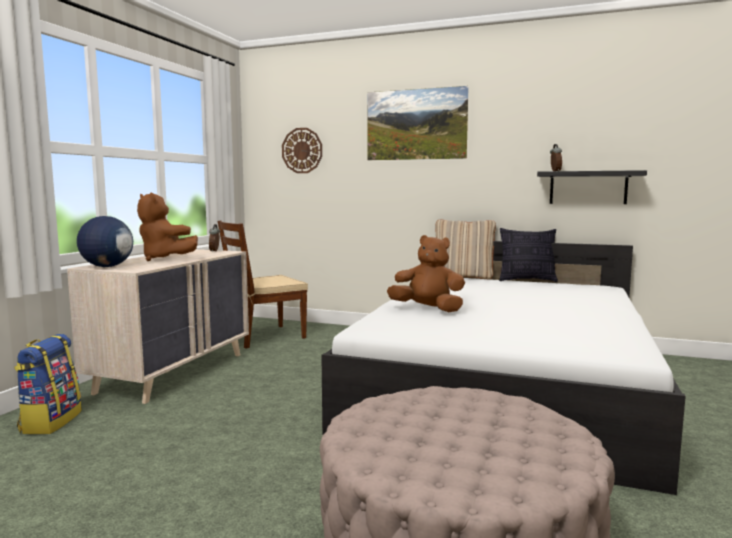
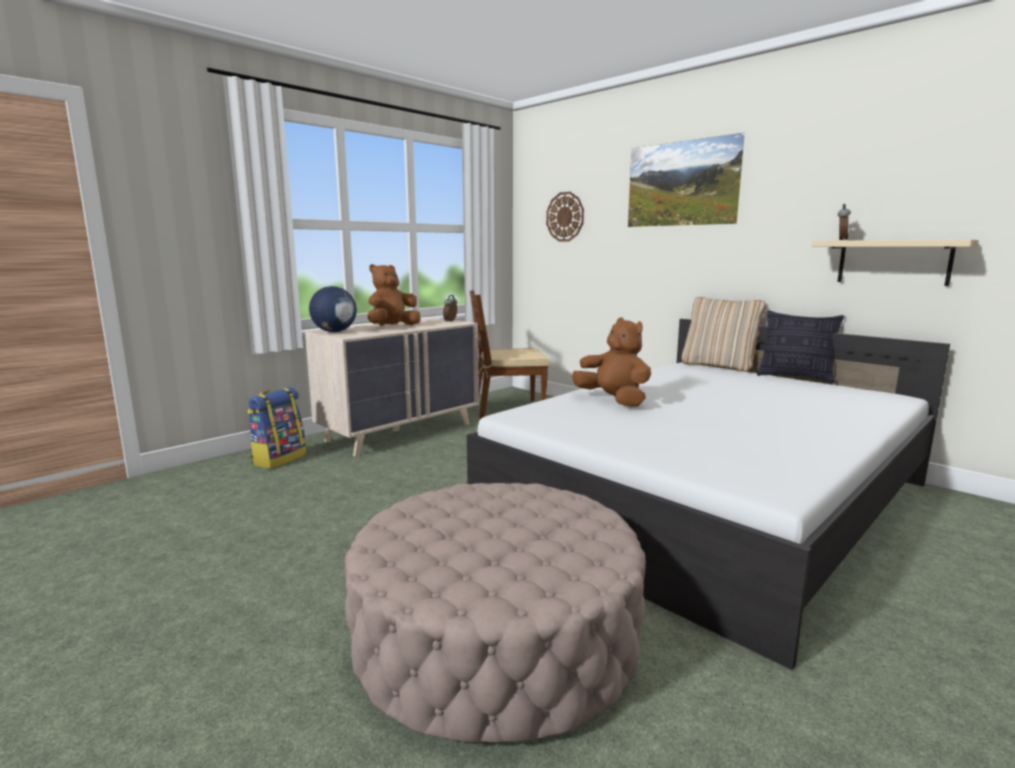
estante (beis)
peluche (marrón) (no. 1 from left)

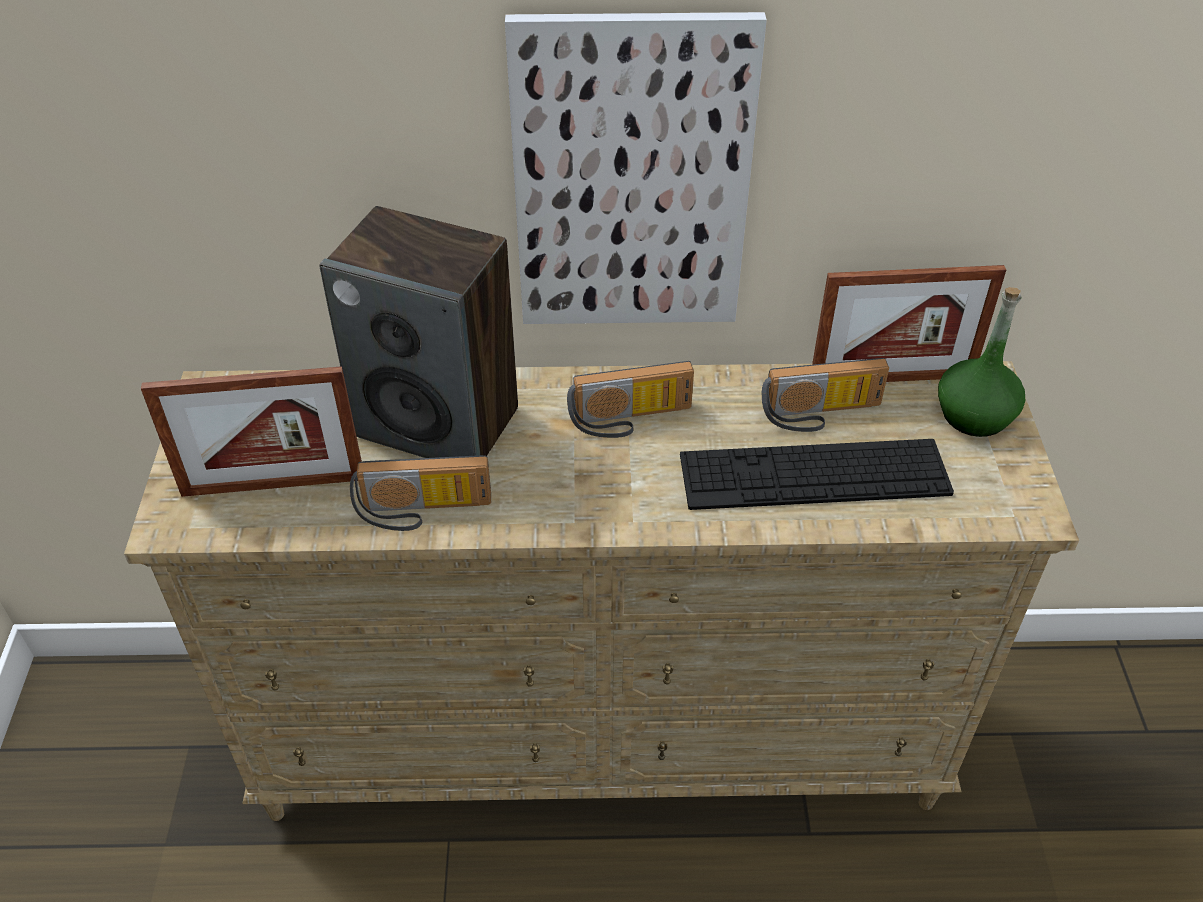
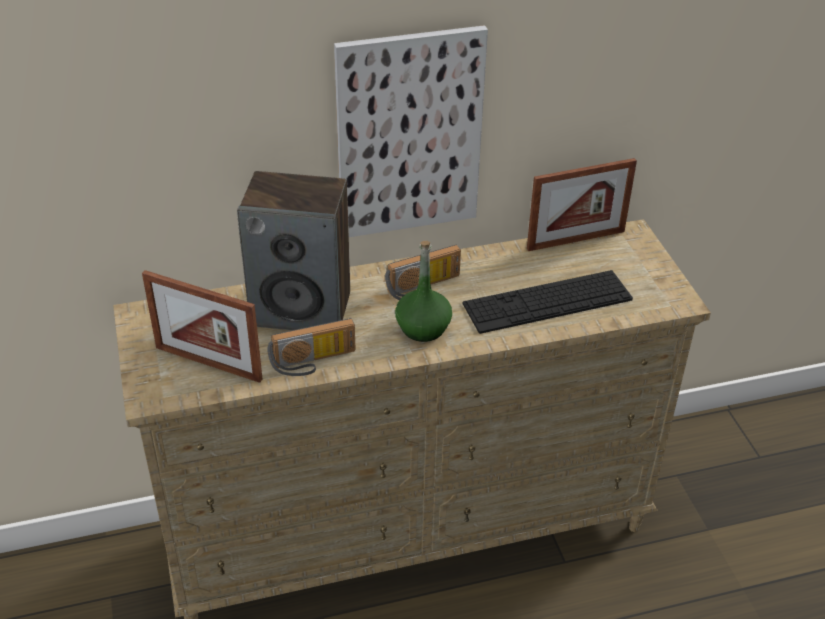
botella (verde)
radio (no. 3 from left in the first image)
portarretratos (no. 1 from left)

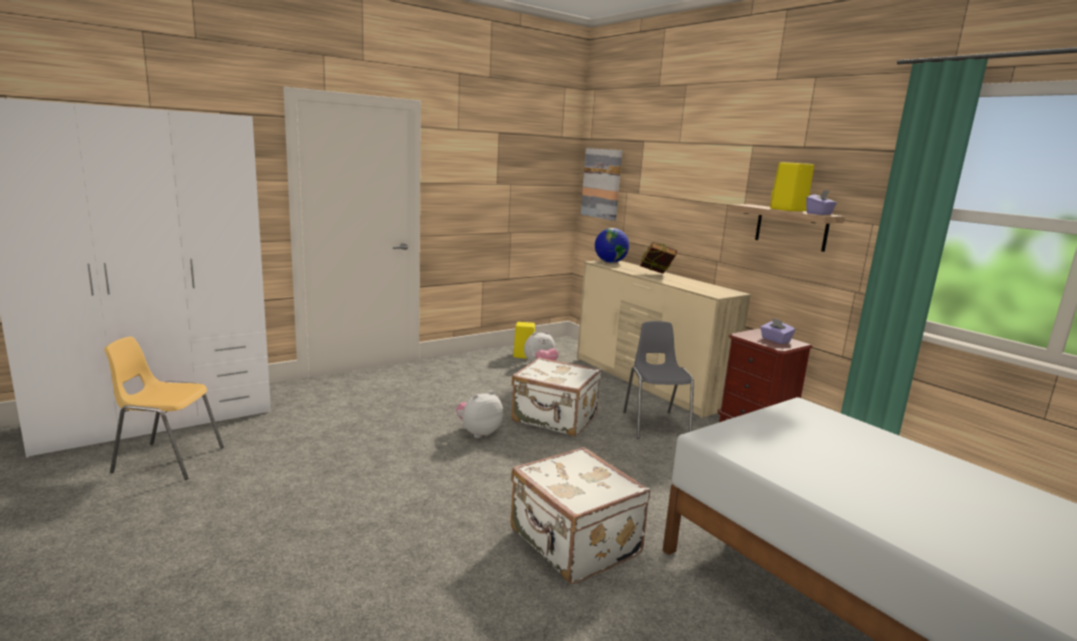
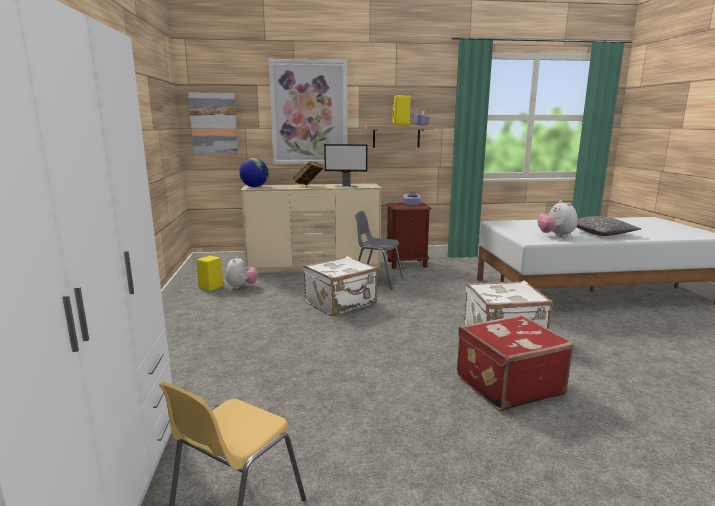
peluche (no. 2 from left)
cuadro (no. 2 from left)
monitor
cojín
maleta (rojo)

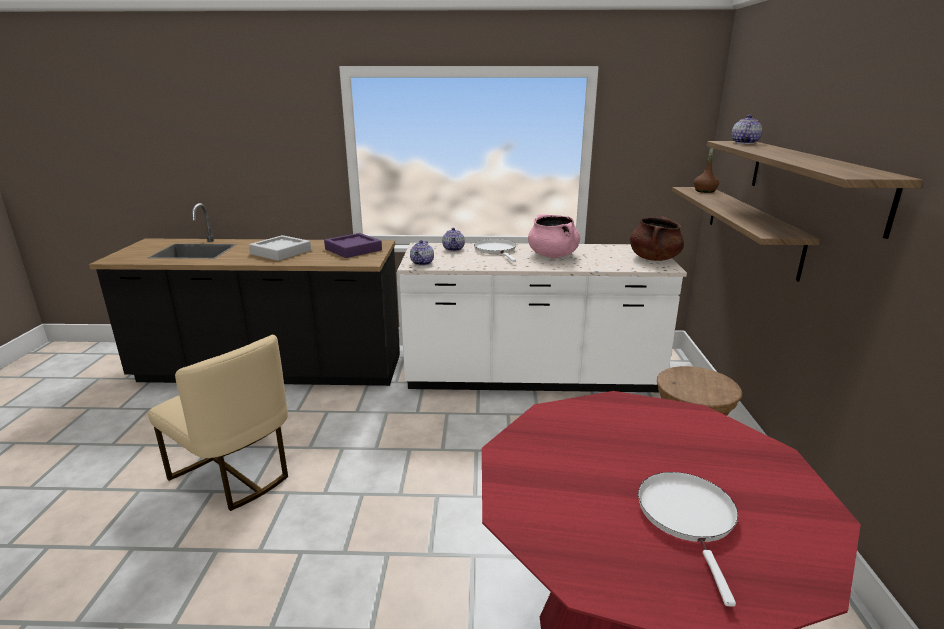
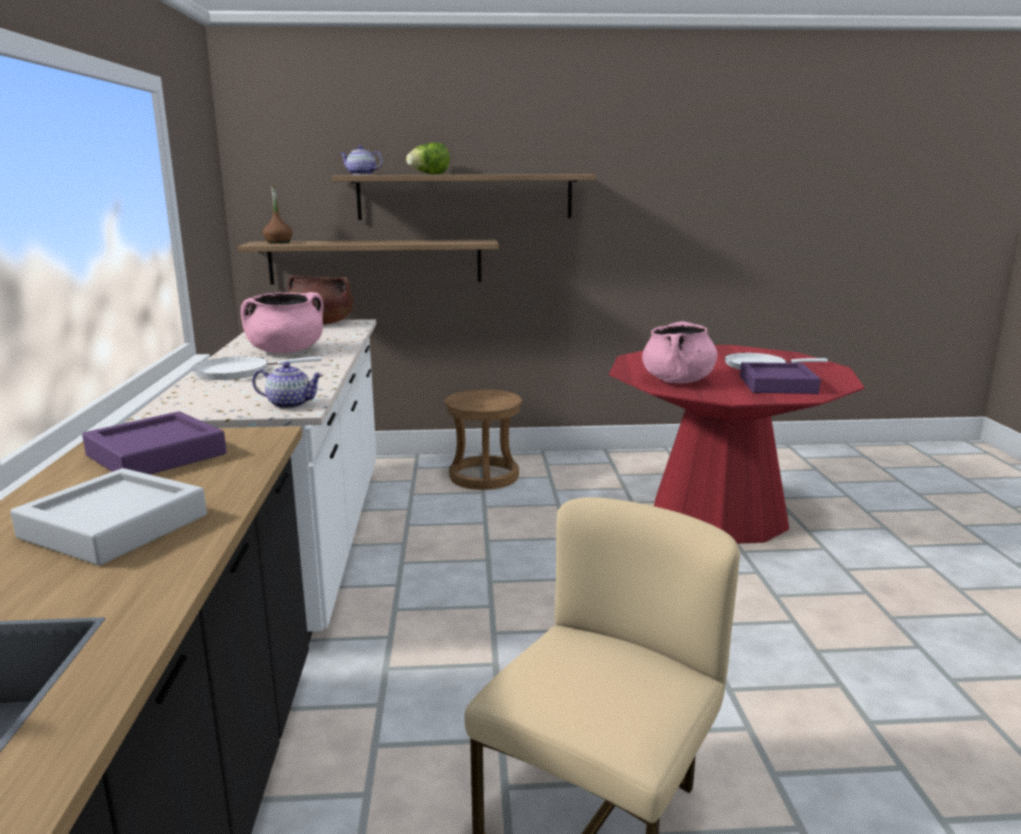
tetera (no. 2 from left in the first image)
lechuga
olla (rosa) (no. 2 from left)
bandeja (morado) (no. 2 from left)

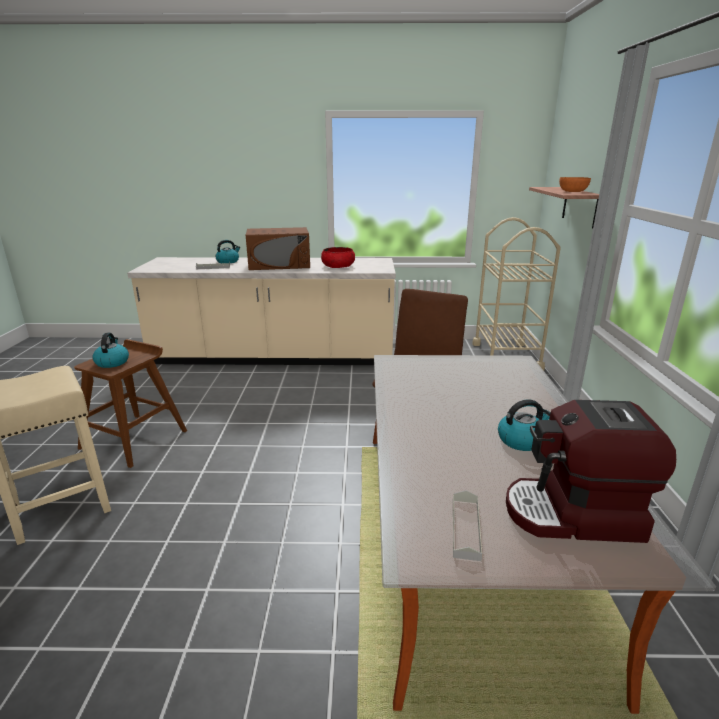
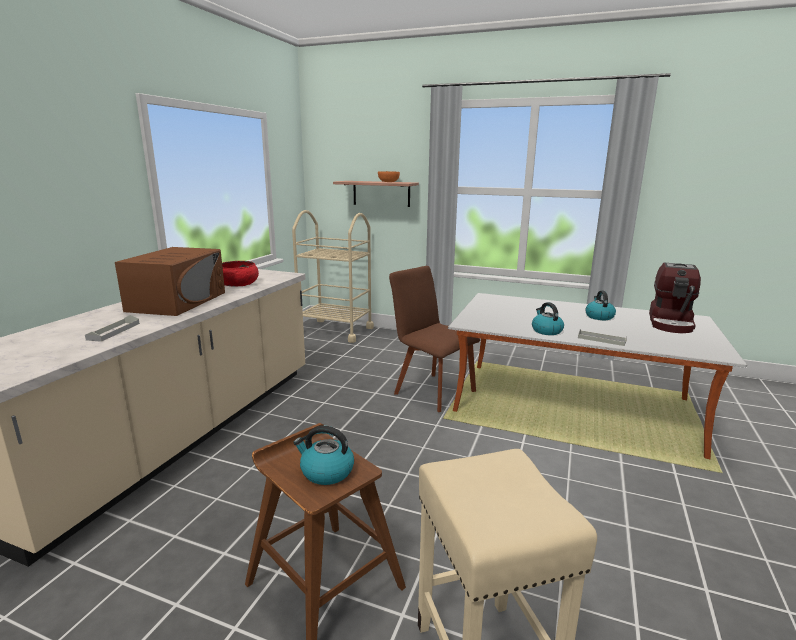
hervidor (no. 2 from left)
bandeja (gris) (no. 2 from left)

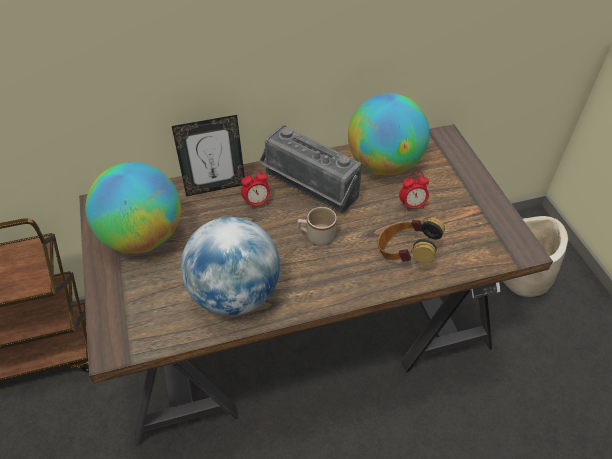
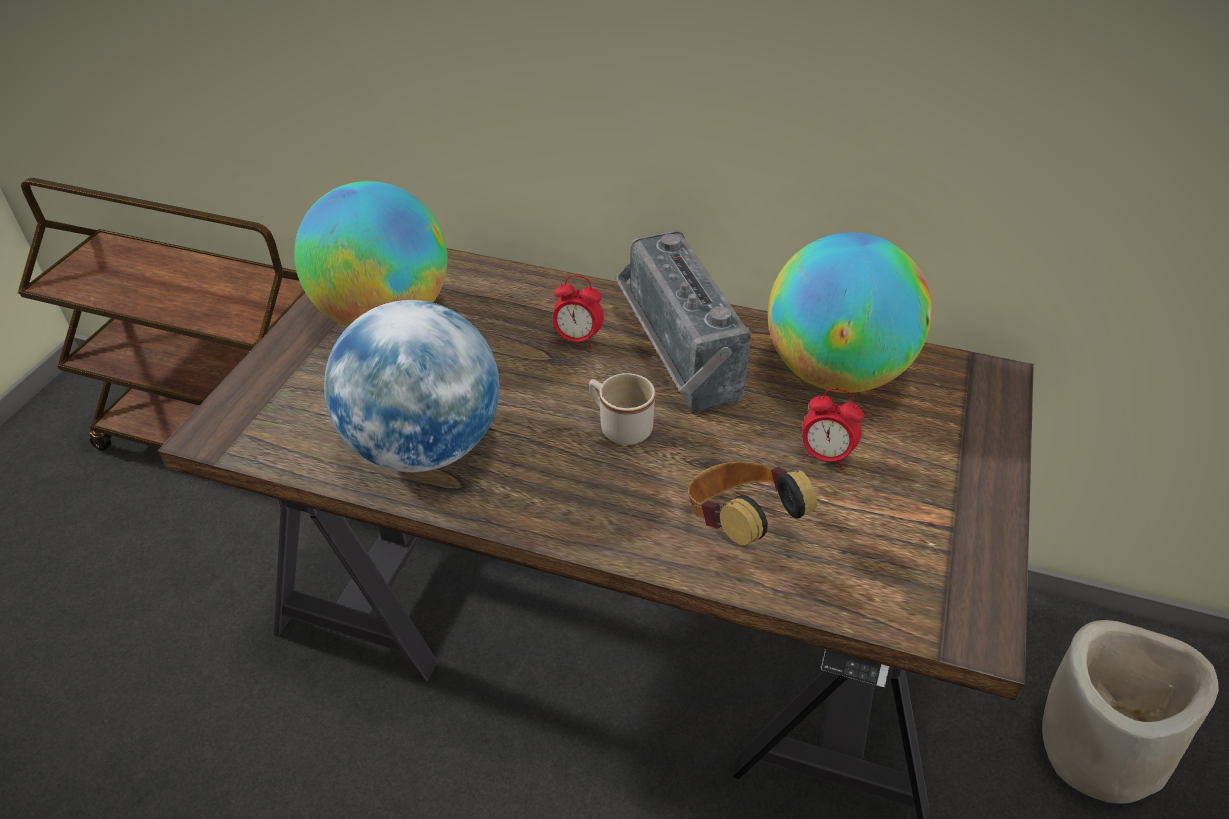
portarretratos

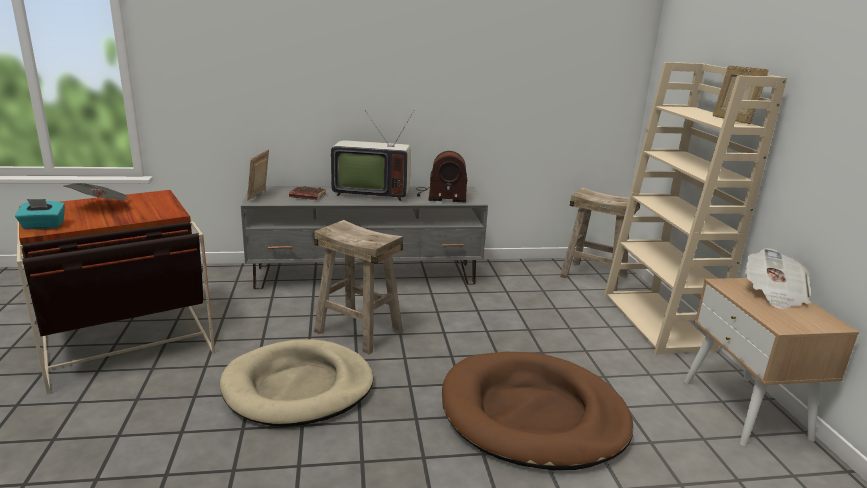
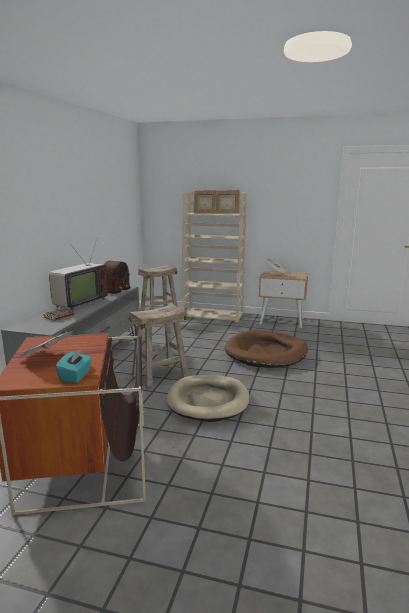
portarretratos (no. 1 from left)

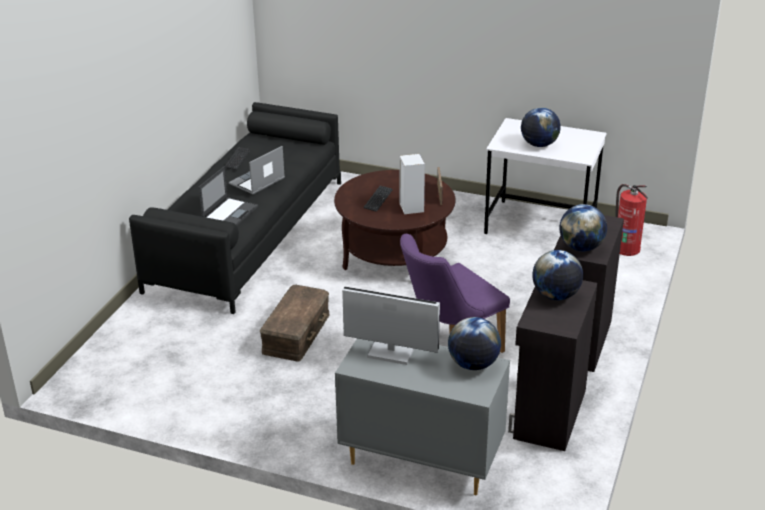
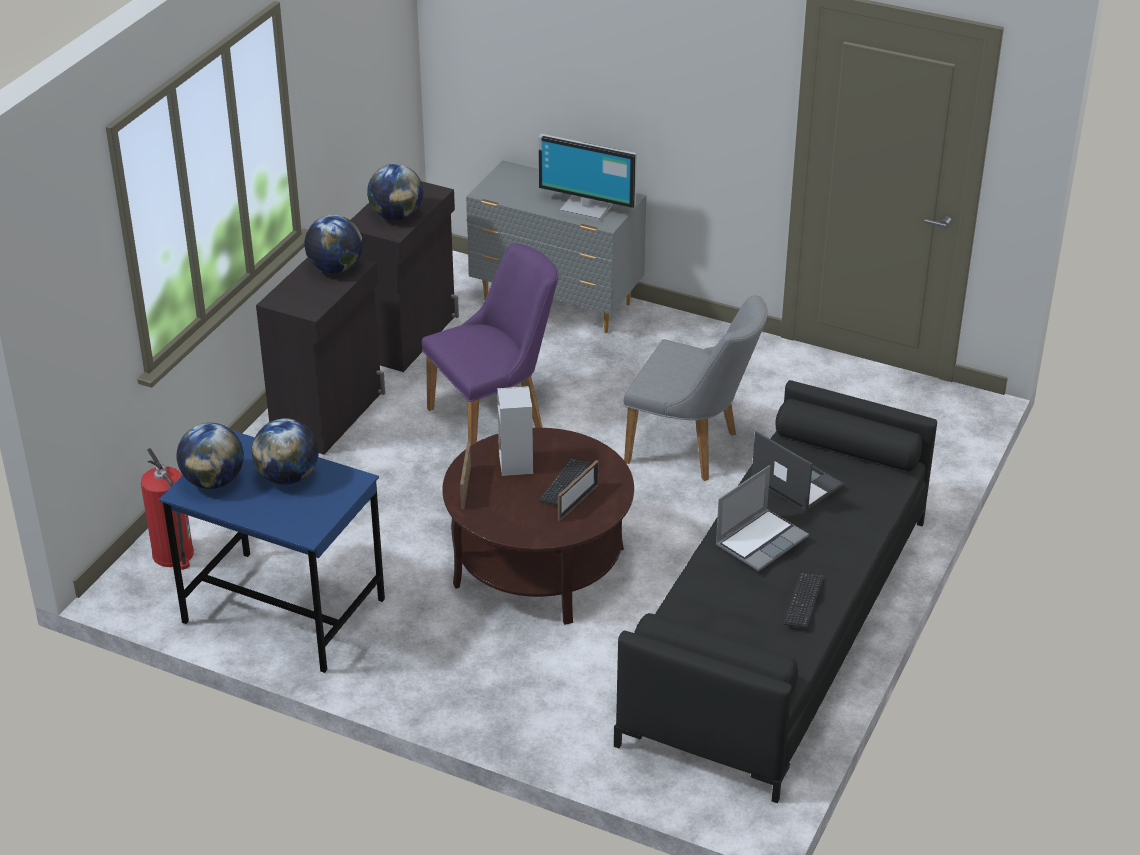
escritorio (azul)
portátil (no. 2 from left)
silla (gris)
globo terráqueo (no. 1 from left)
portarretratos (no. 2 from left)

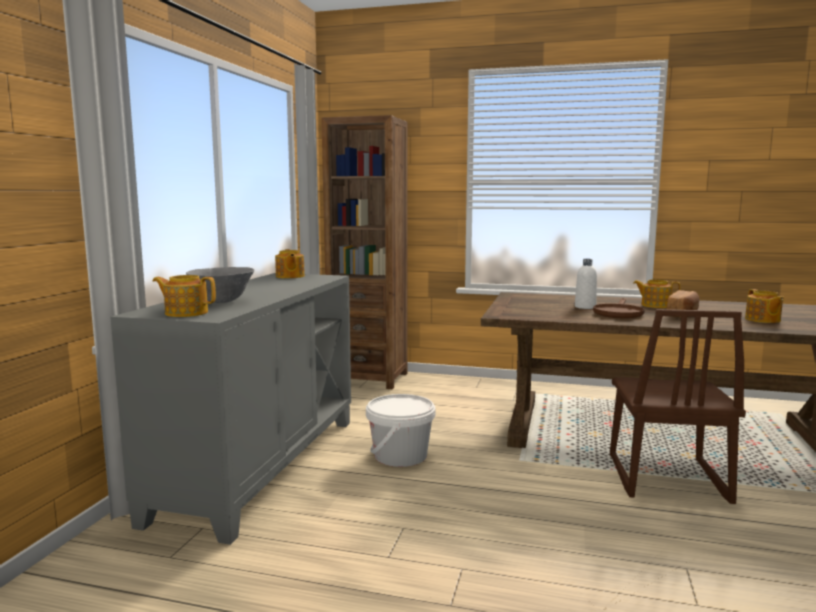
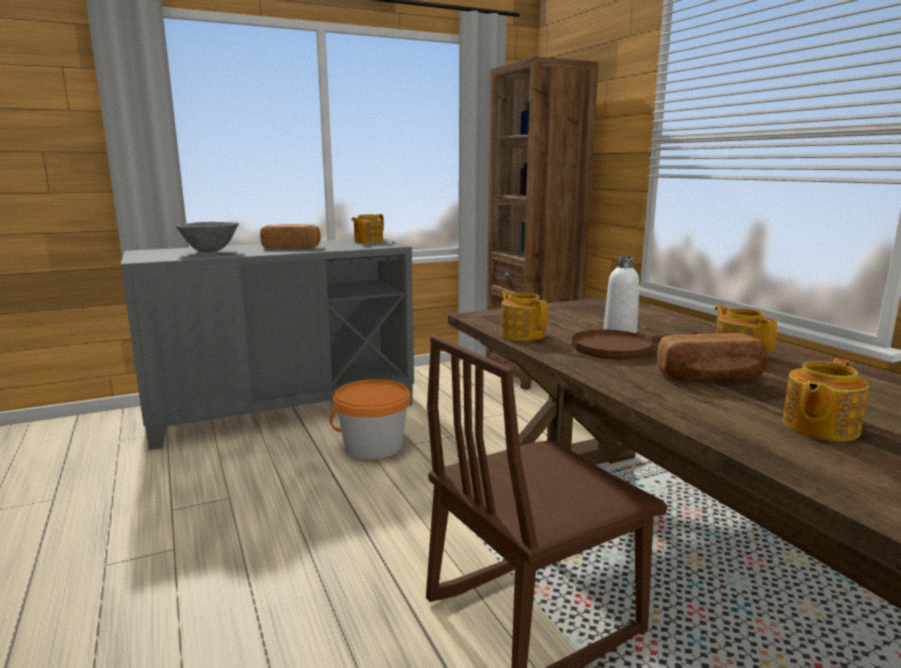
tetera (no. 2 from left)
cubo (naranja)
pan (no. 1 from left)

